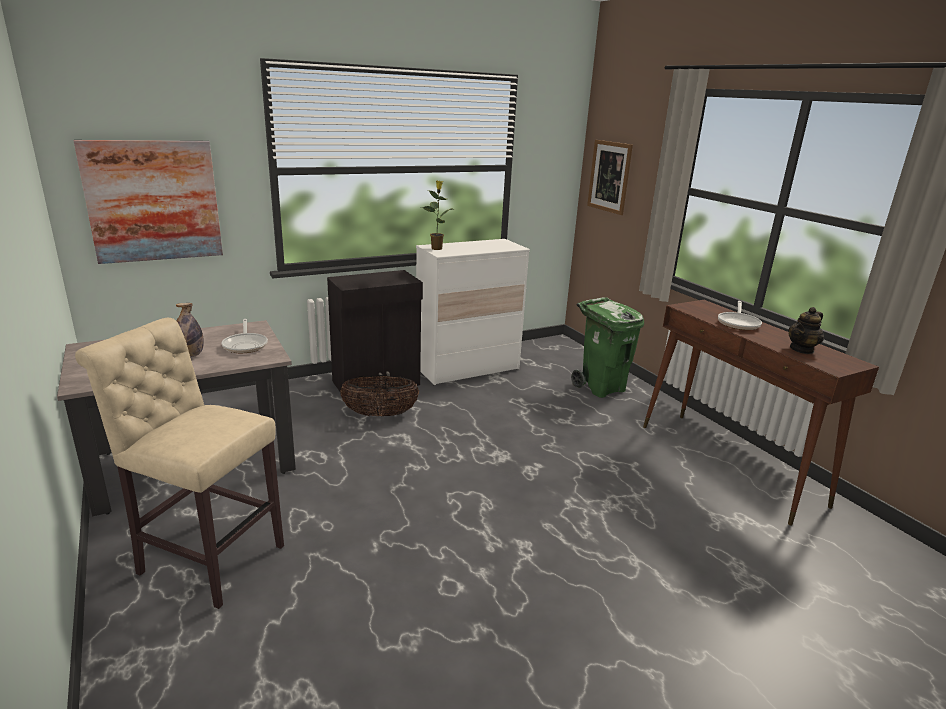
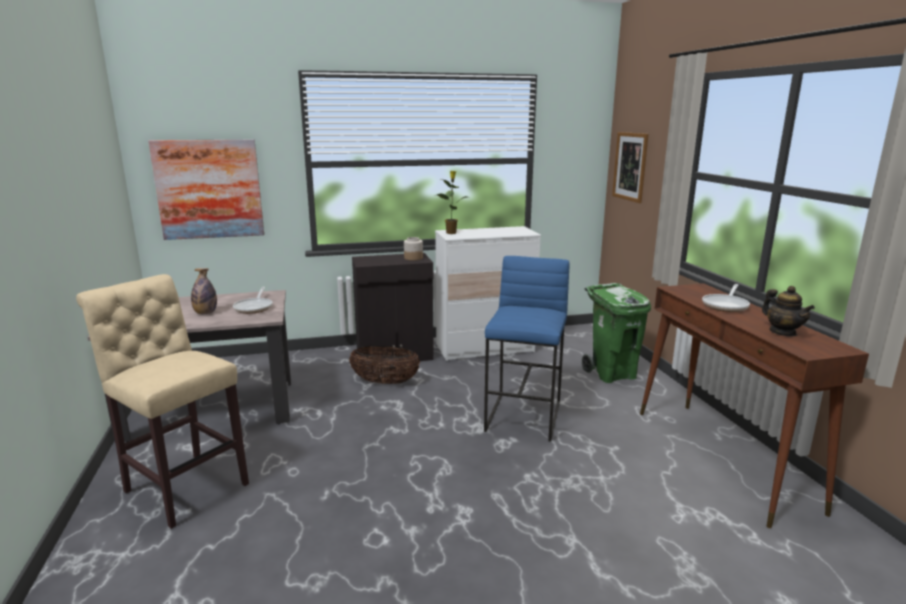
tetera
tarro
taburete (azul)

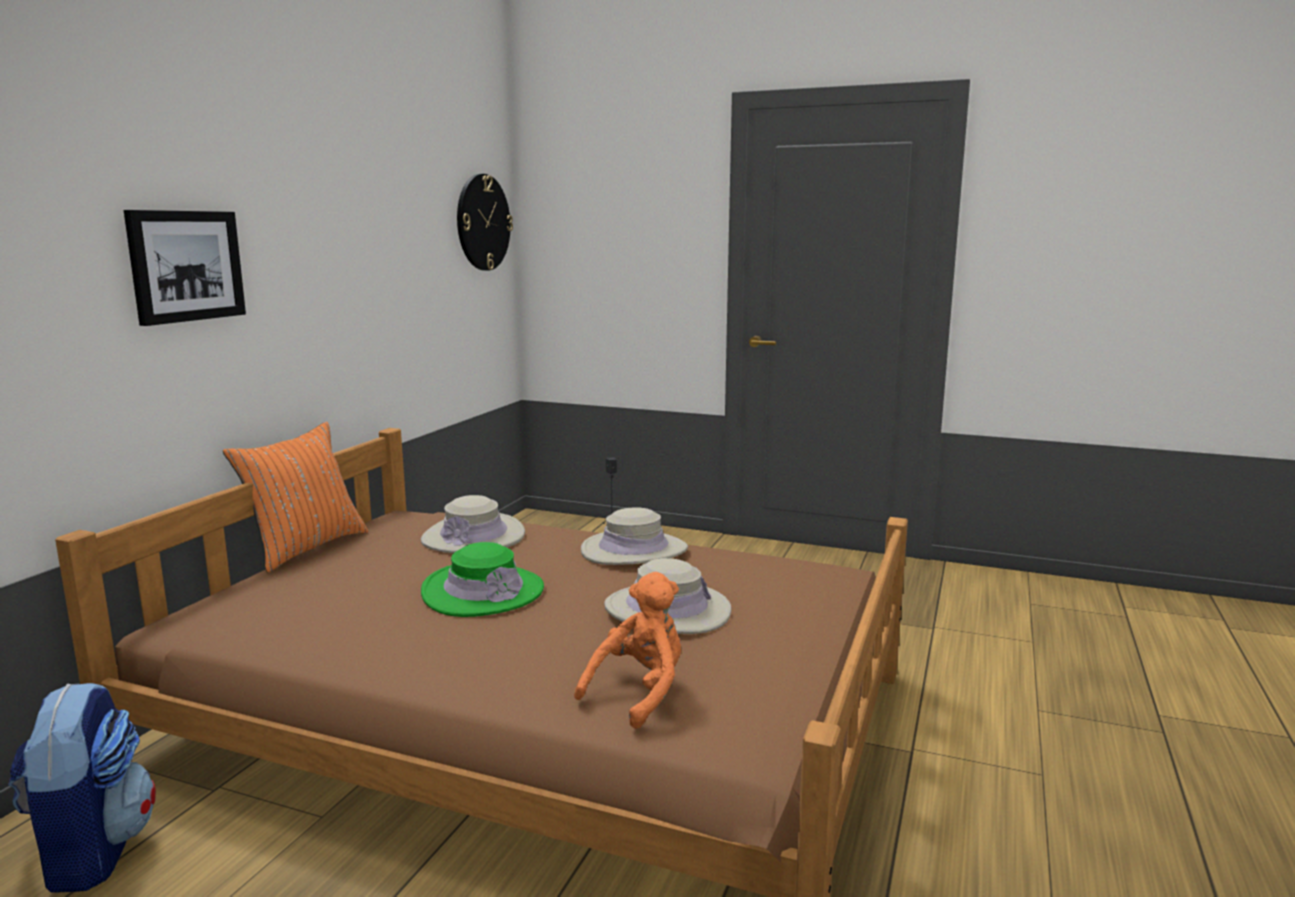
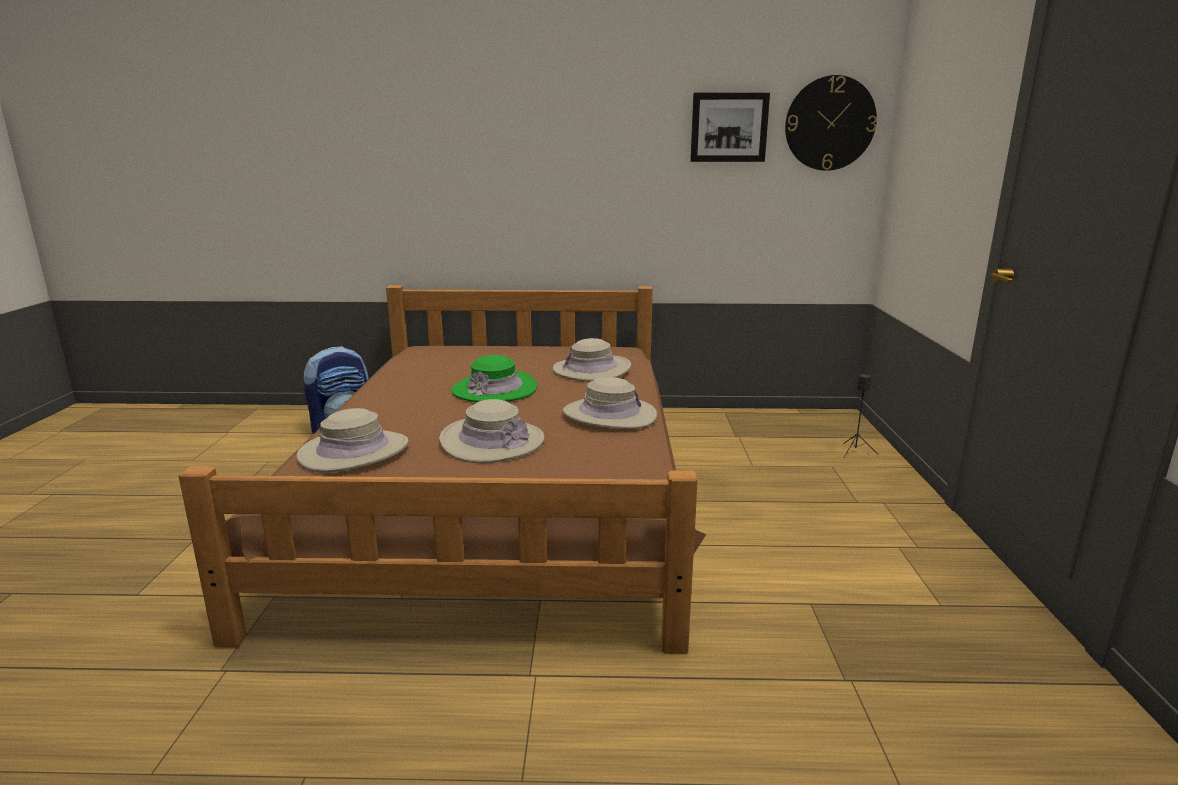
cuadro
cojín (naranja)
sombrero (beis) (no. 1 from left)

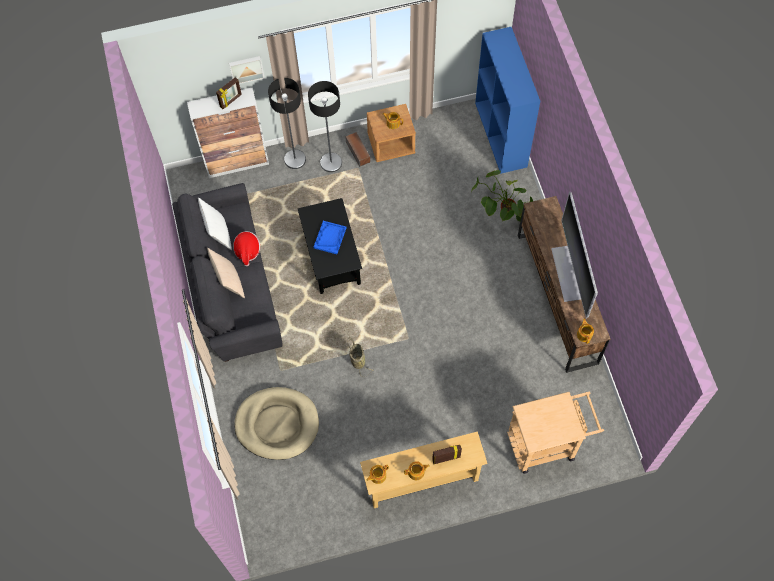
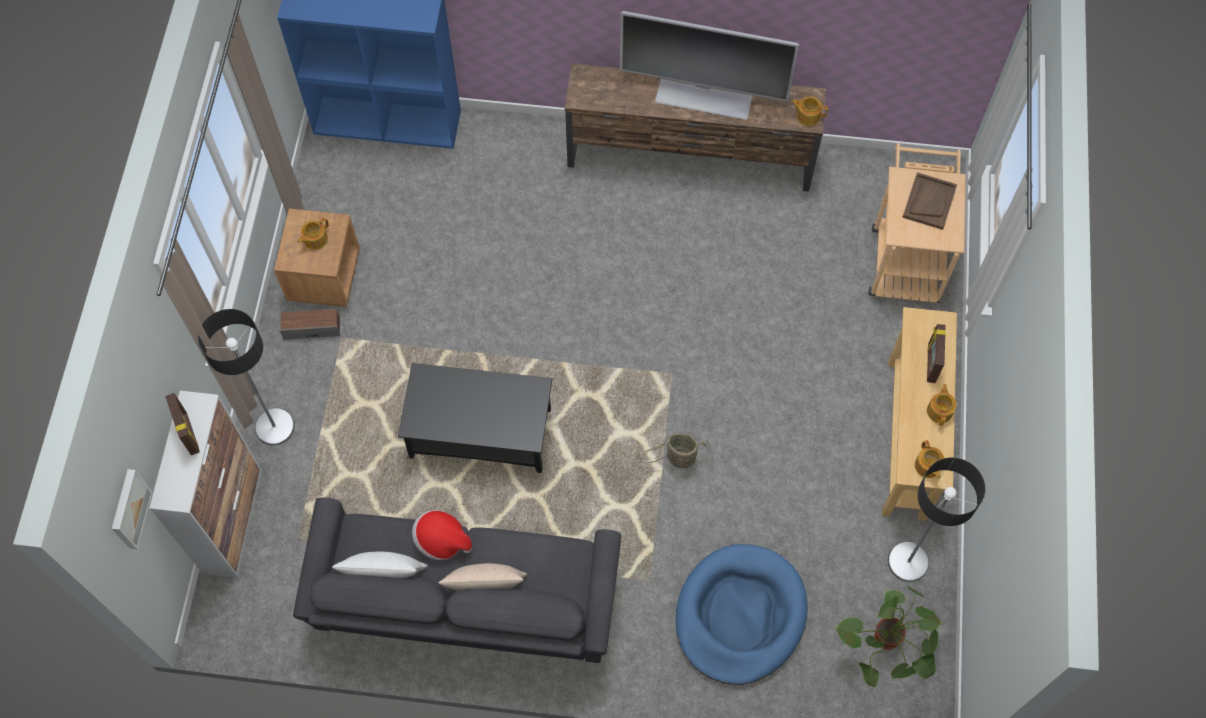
cuadro
lámpara de pie (no. 2 from left)
planta en maceta
bandeja (azul)
cama para perro (azul)
bandeja (marrón)

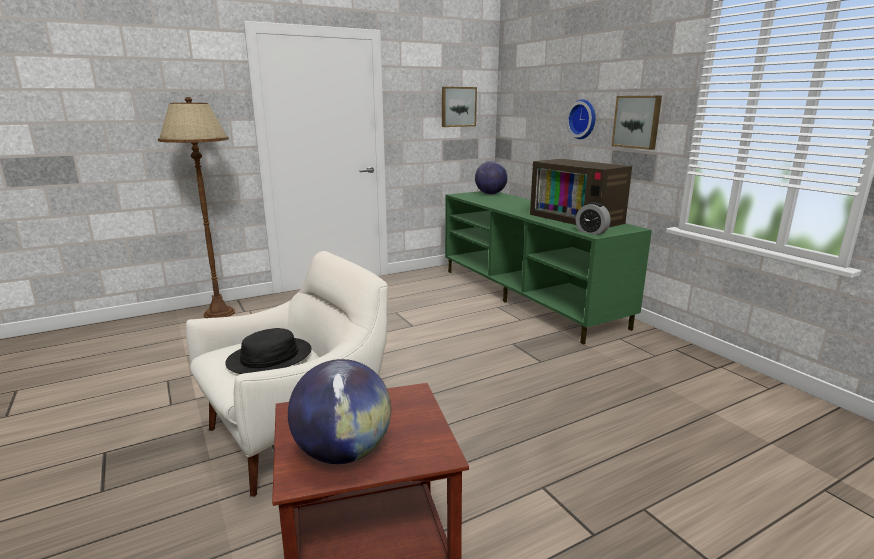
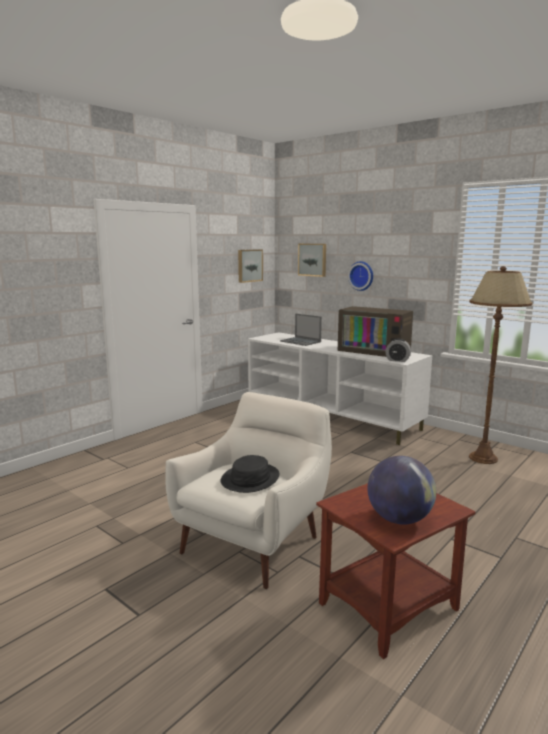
cuadro (no. 2 from left)
lámpara de pie (marrón)
globo terráqueo (no. 2 from left in the first image)
mueble de televisión (blanco)
portátil

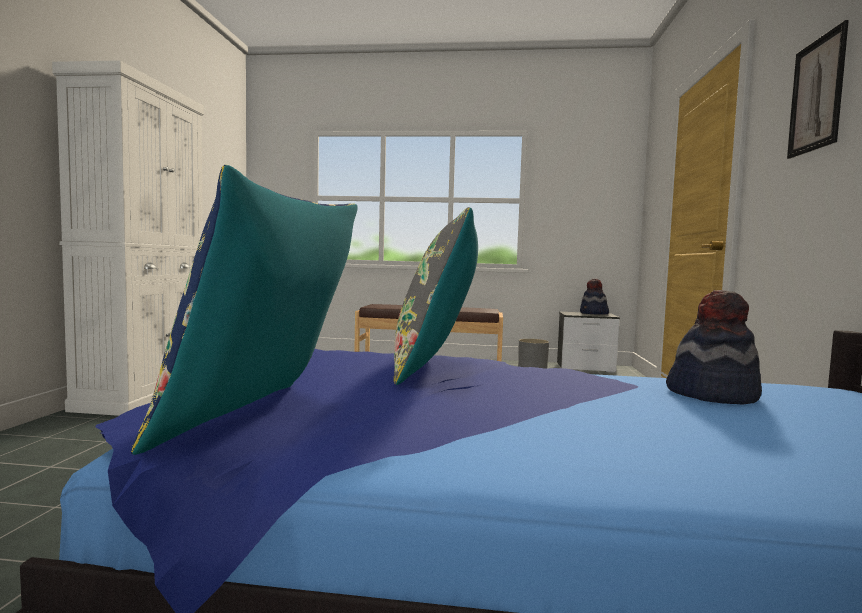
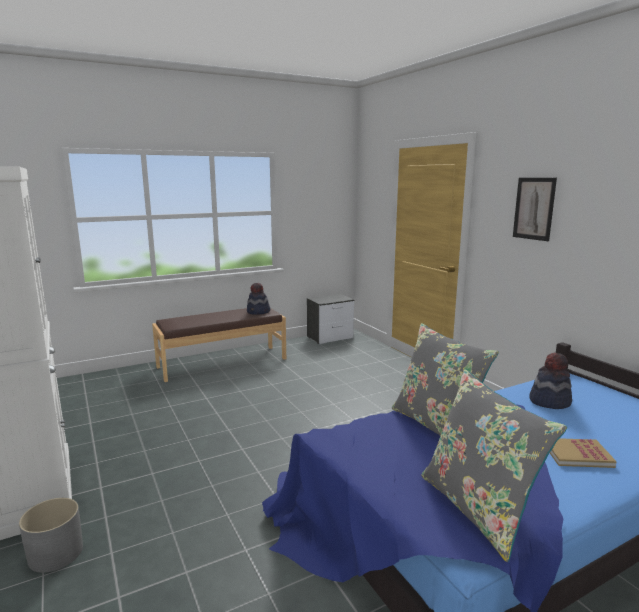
cojín (gris) (no. 2 from left)
sombrero (no. 1 from left)
maceta (gris)
libro

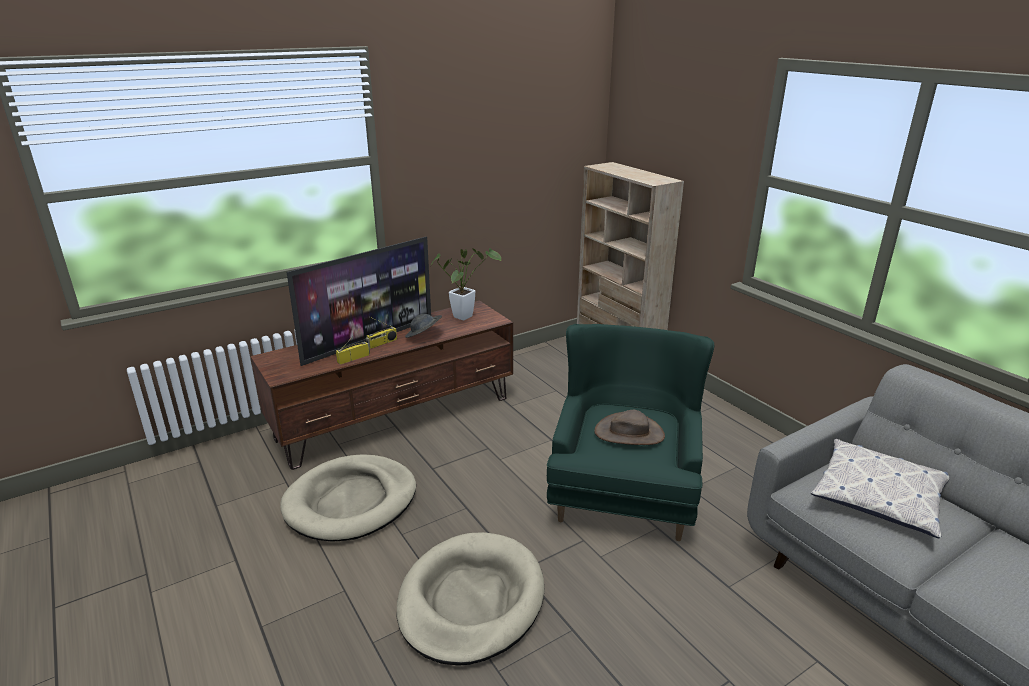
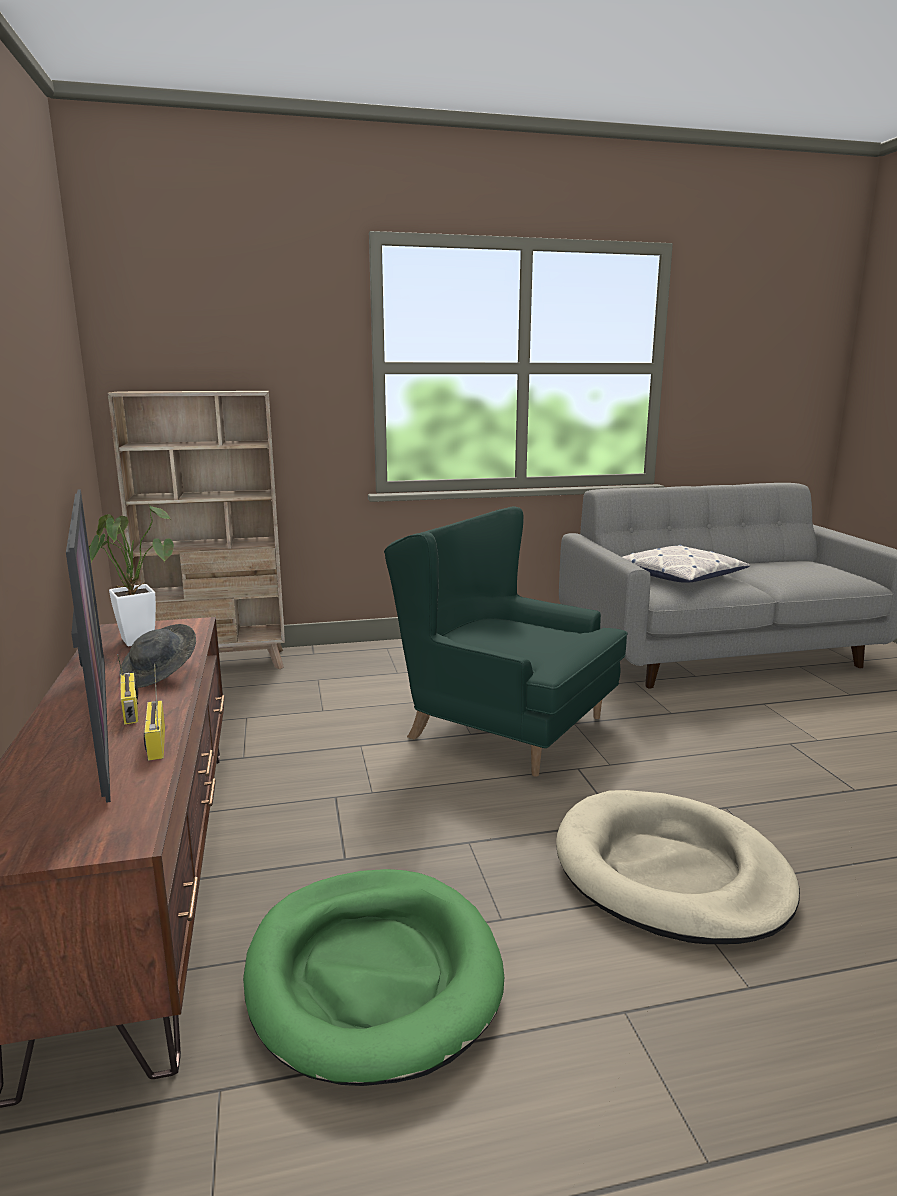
sombrero (marrón)
cama para perro (verde)

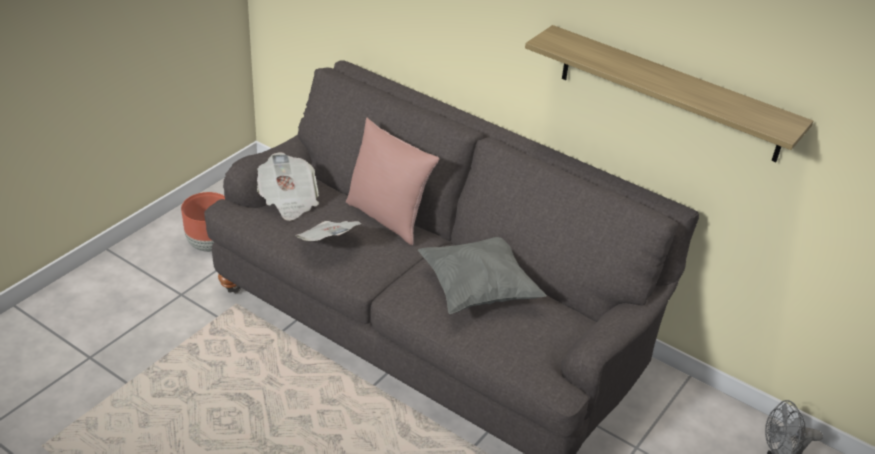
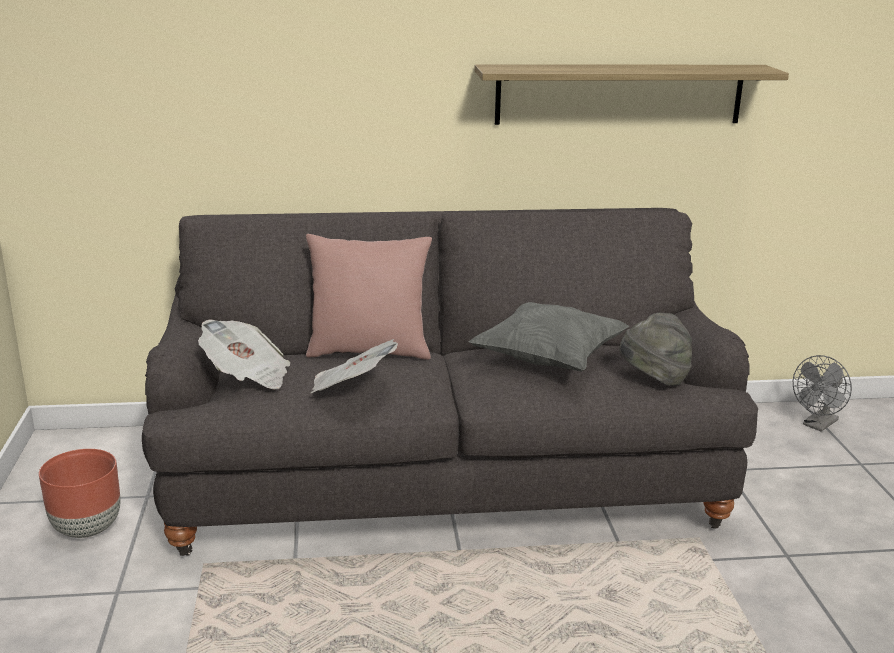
sombrero (gris)

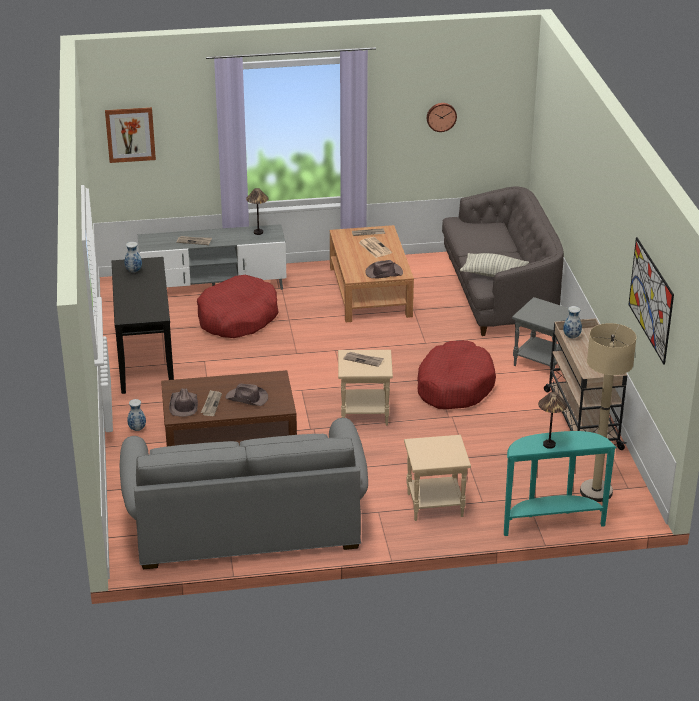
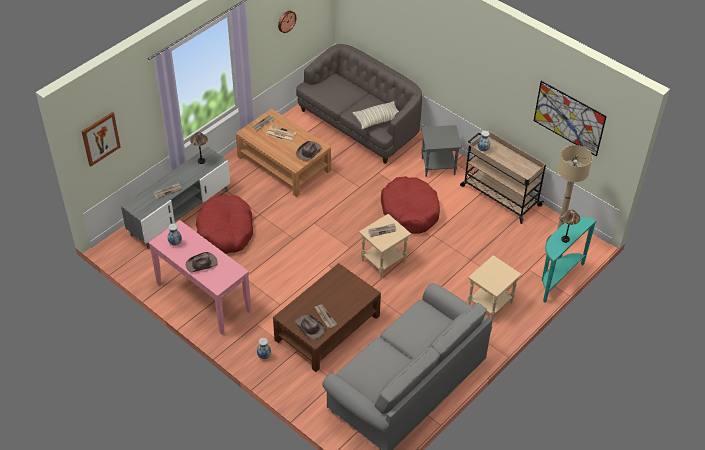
mesa consola (rosa)
sombrero (marrón) (no. 1 from left)

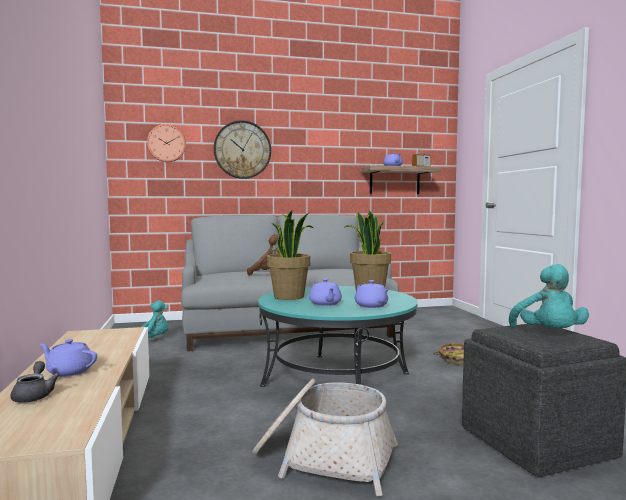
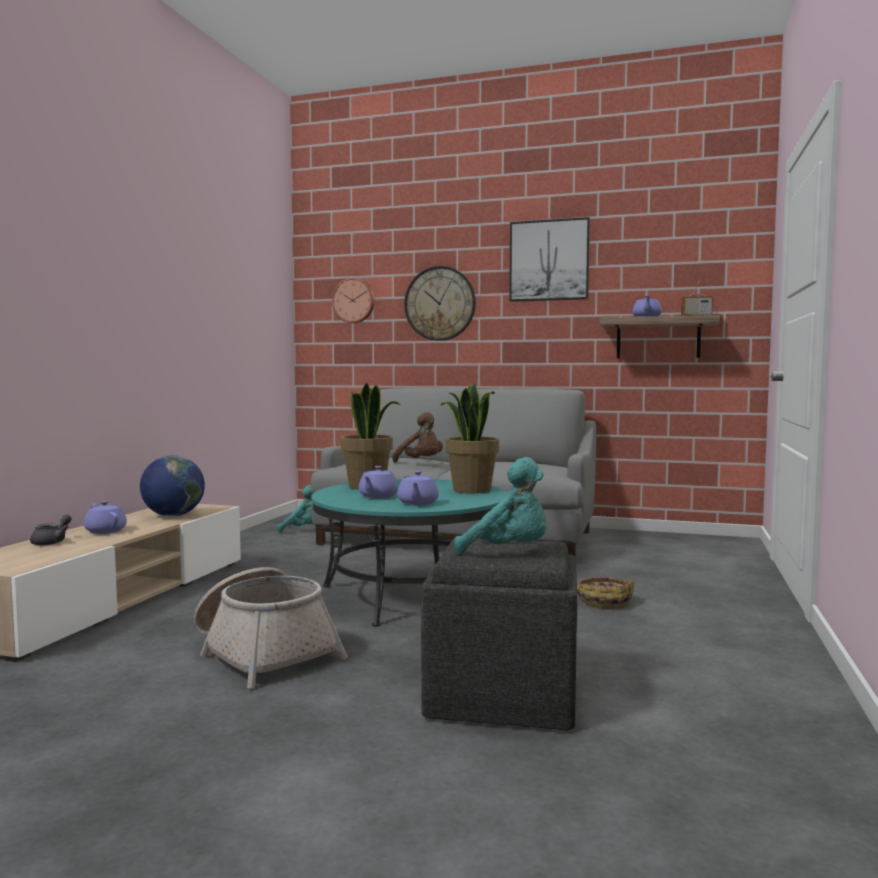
peluche (turquesa) (no. 2 from left)
cuadro
globo terráqueo

